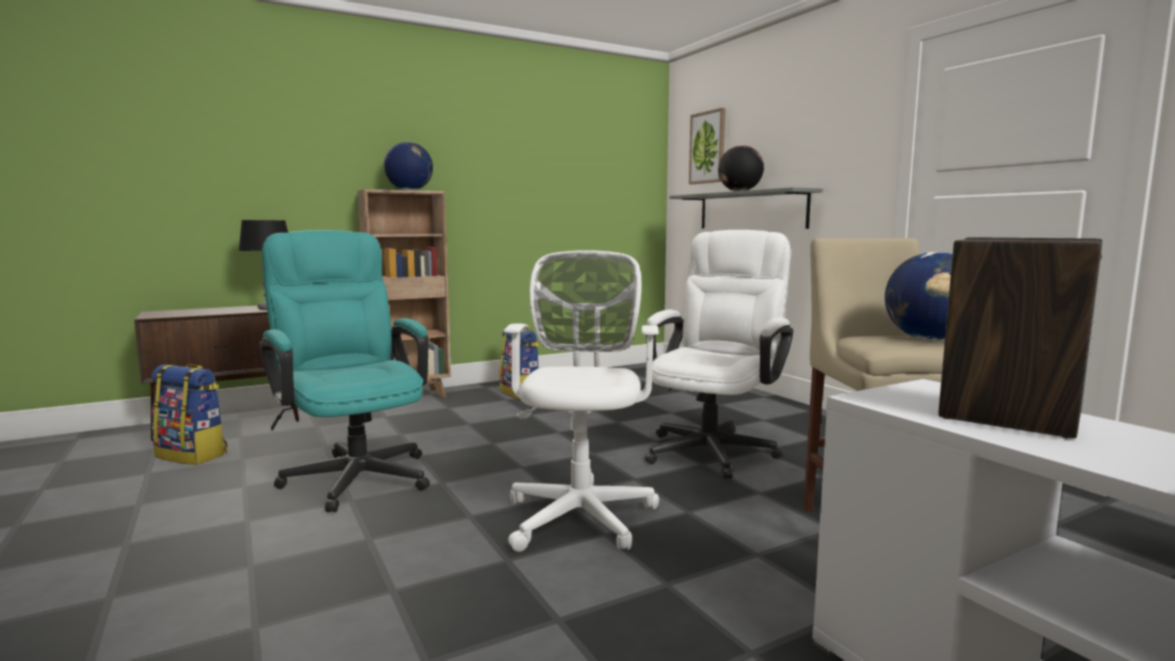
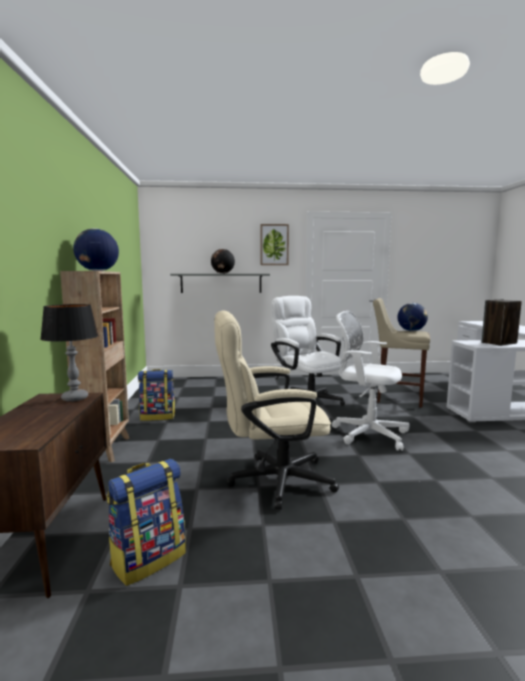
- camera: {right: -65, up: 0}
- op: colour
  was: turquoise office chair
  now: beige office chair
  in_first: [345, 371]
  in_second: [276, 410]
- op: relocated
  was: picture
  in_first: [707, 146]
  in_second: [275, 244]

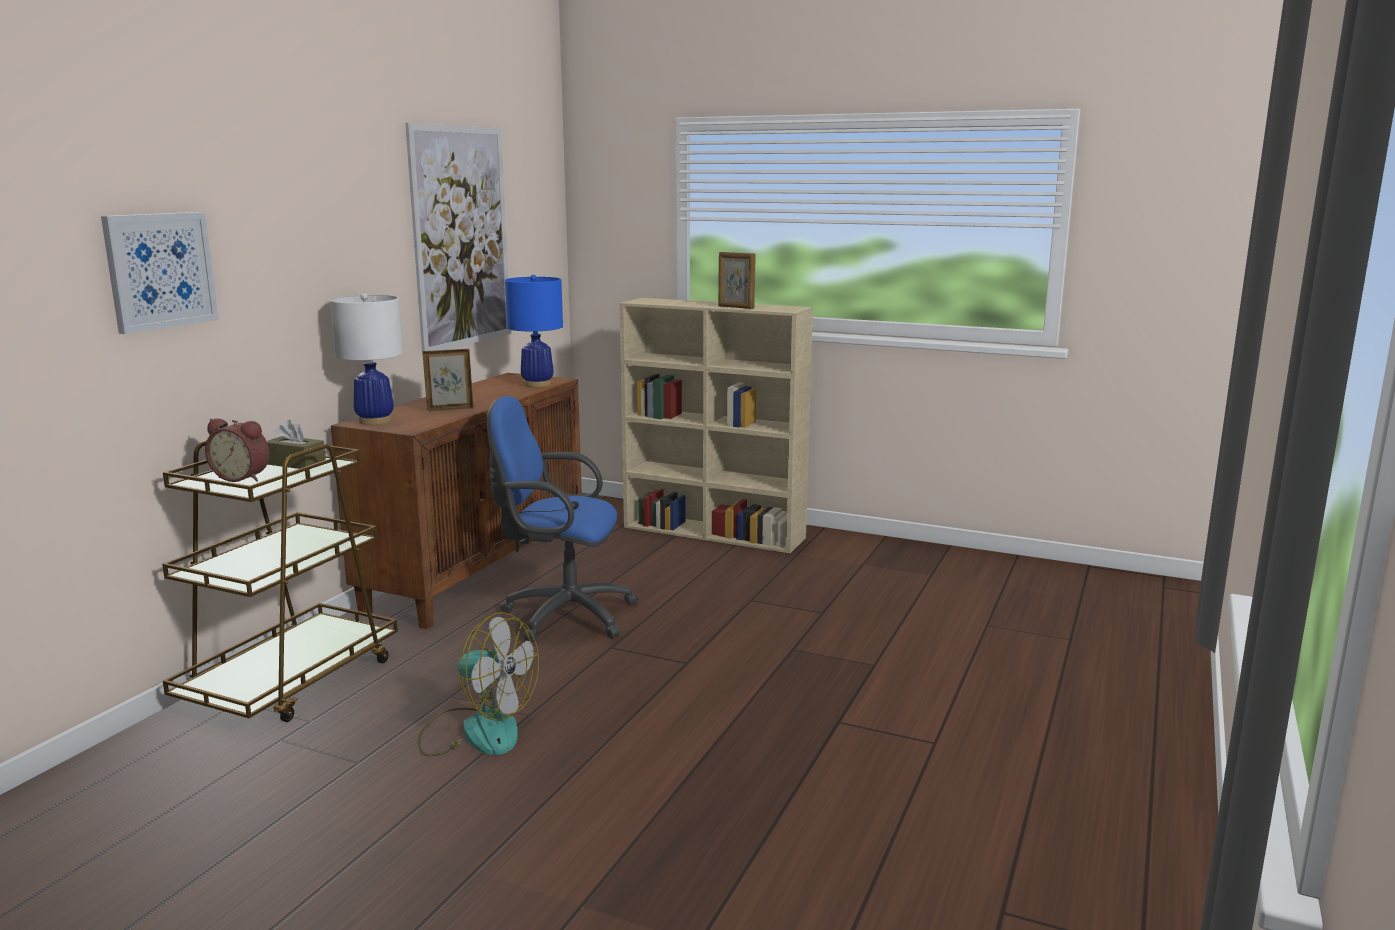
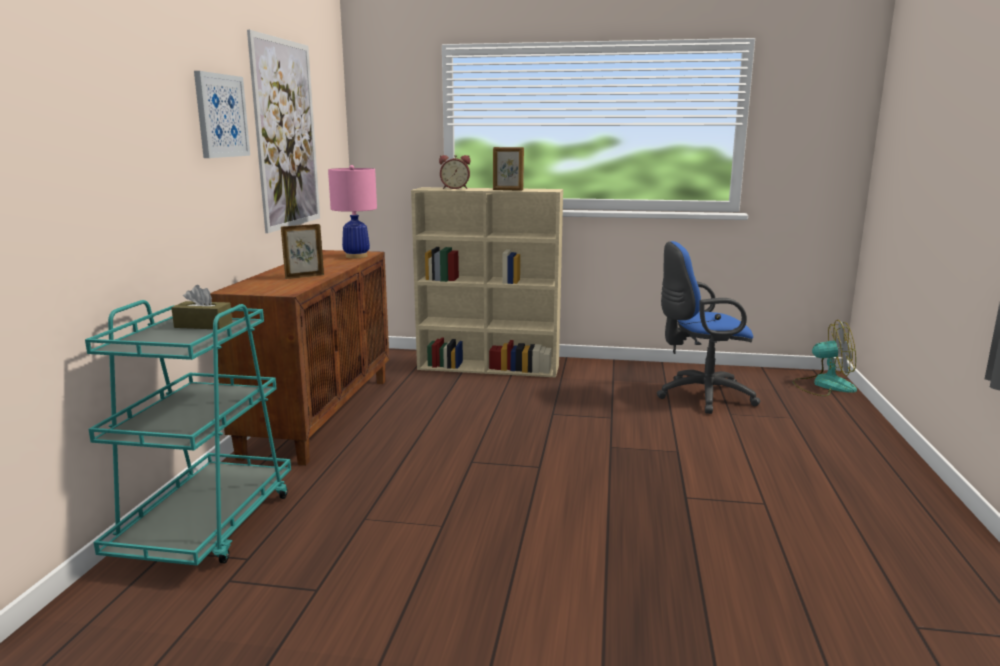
- camera: {right: -15, up: 0}
- op: colour
  was: brown cart
  now: turquoise cart
  in_first: [280, 581]
  in_second: [188, 432]
- op: relocated
  was: picture
  in_first: [160, 273]
  in_second: [222, 114]
- op: colour
  was: blue table lamp
  now: pink table lamp
  in_first: [534, 331]
  in_second: [352, 211]
- op: relocated
  was: alarm clock
  in_first: [237, 450]
  in_second: [454, 172]
- op: relocated
  was: blue office chair
  in_first: [562, 519]
  in_second: [708, 327]
- op: relocated
  was: fan
  in_first: [478, 684]
  in_second: [825, 358]
- op: missing
  was: white table lamp
  in_first: [366, 359]

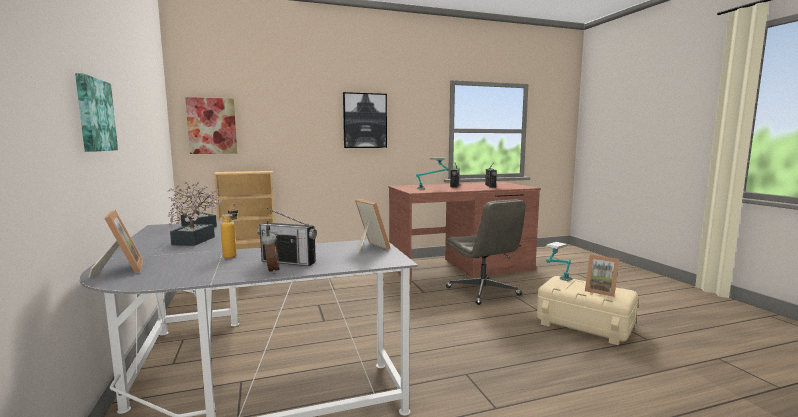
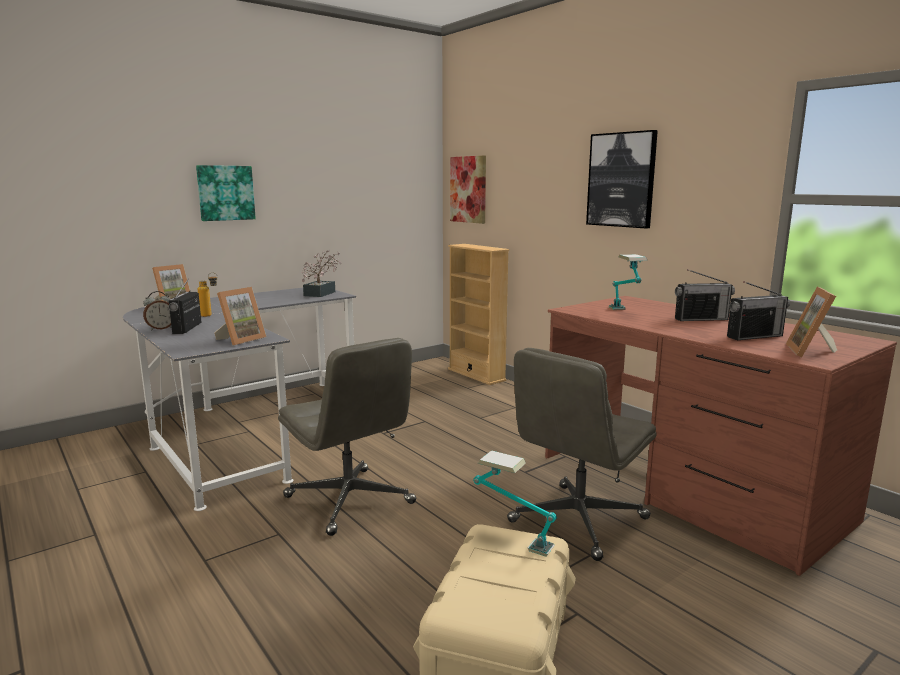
- camera: {right: 70, up: 5}
- op: appeared
  now: grey office chair
  in_second: [347, 437]
- op: relocated
  was: picture frame
  in_first: [602, 276]
  in_second: [811, 322]
- op: missing
  was: potted plant
  in_first: [195, 216]

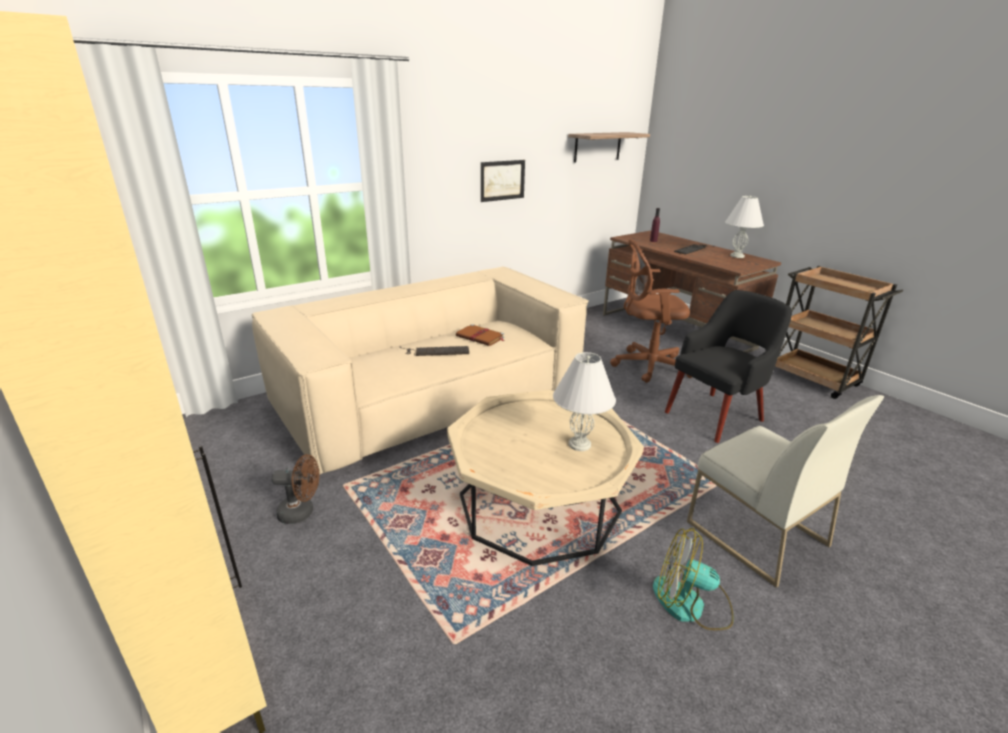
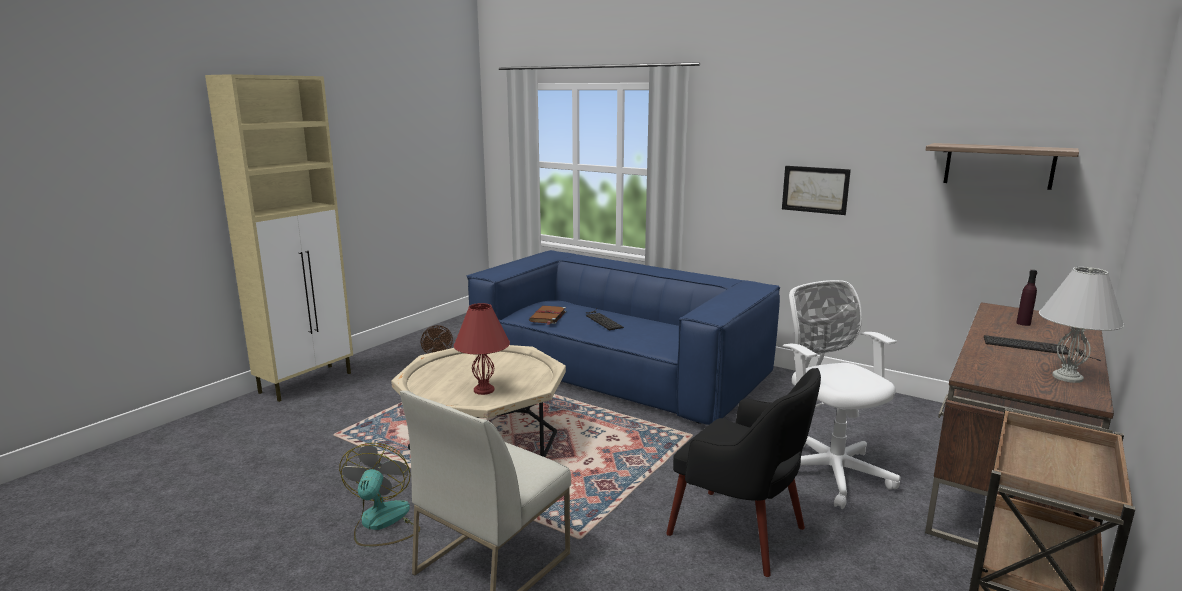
- camera: {right: 70, up: -10}
- op: colour
  was: white table lamp
  now: red table lamp
  in_first: [584, 401]
  in_second: [482, 349]
- op: colour
  was: beige sofa
  now: blue sofa
  in_first: [420, 370]
  in_second: [623, 337]
- op: relocated
  was: brown book
  in_first: [480, 335]
  in_second: [547, 315]
- op: colour
  was: brown office chair
  now: white office chair
  in_first: [651, 311]
  in_second: [842, 394]

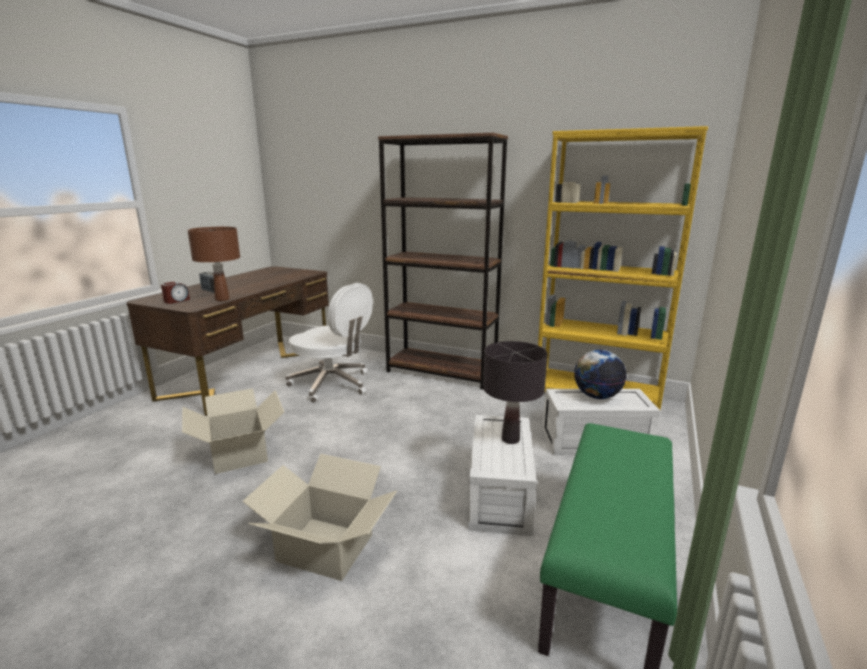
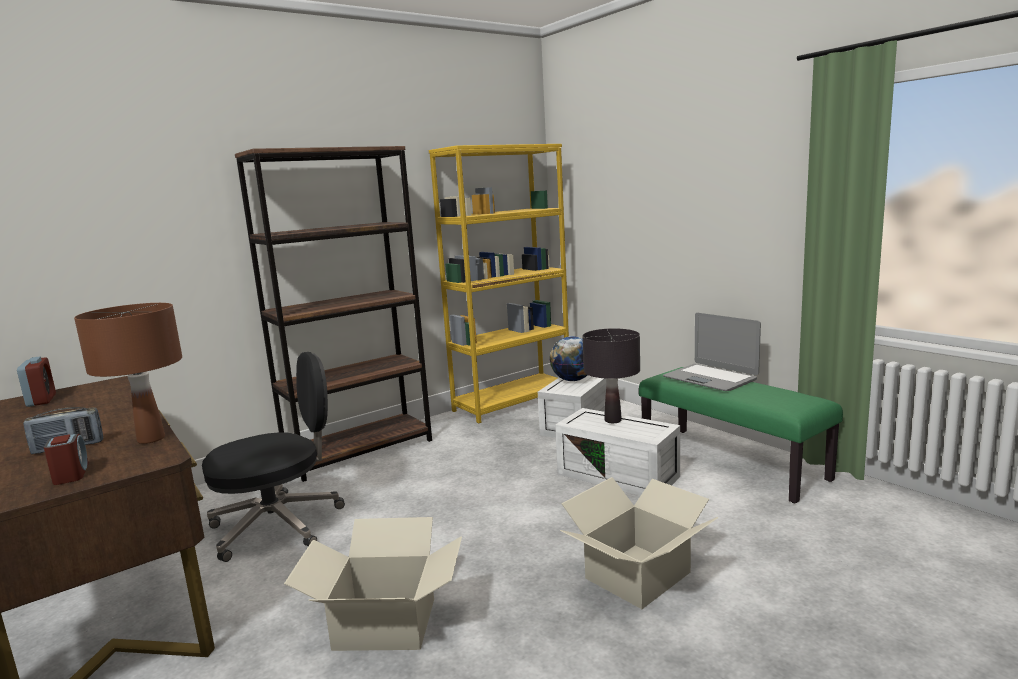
- camera: {right: -60, up: -5}
- op: appeared
  now: alarm clock
  in_second: [36, 381]
- op: colour
  was: white office chair
  now: black office chair
  in_first: [329, 343]
  in_second: [273, 457]
- op: appeared
  now: laptop
  in_second: [712, 352]

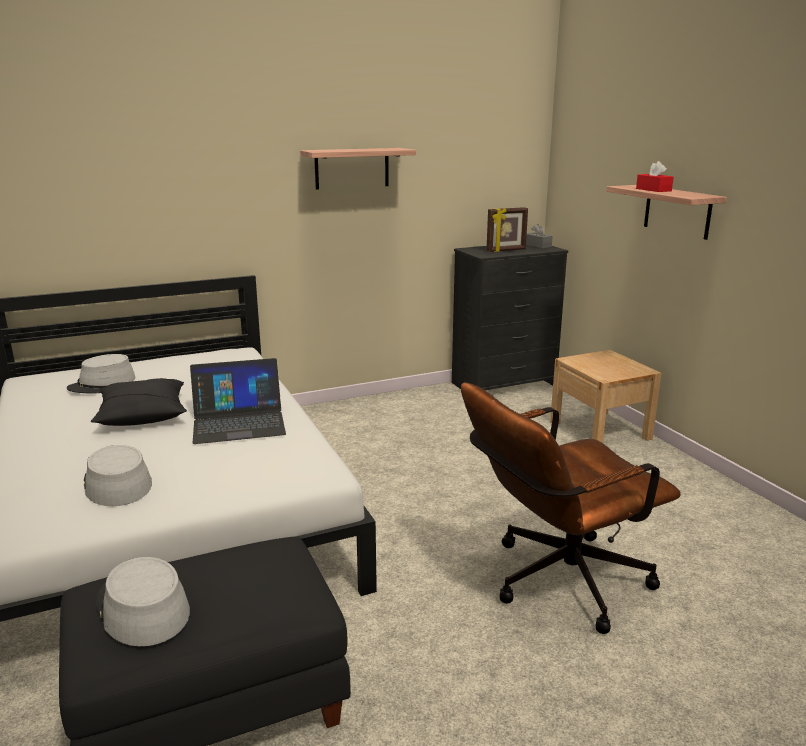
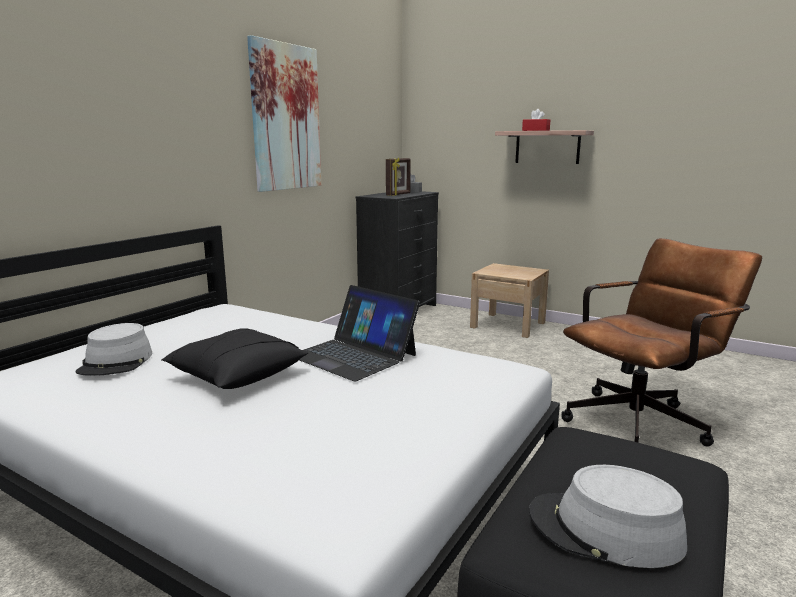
- camera: {right: -35, up: -5}
- op: exchanged
  was: shelf
  now: picture
  in_first: [358, 169]
  in_second: [284, 113]
- op: spun
  was: laptop
  in_first: [238, 401]
  in_second: [359, 333]
  clockwise: 90
- op: spun
  was: brown office chair
  in_first: [571, 508]
  in_second: [661, 342]
  clockwise: -150
- op: missing
  was: grey hat
  in_first: [118, 475]

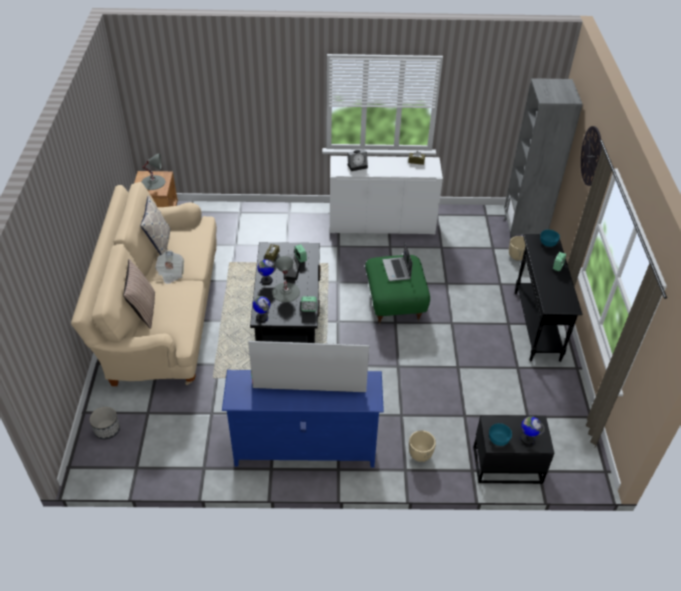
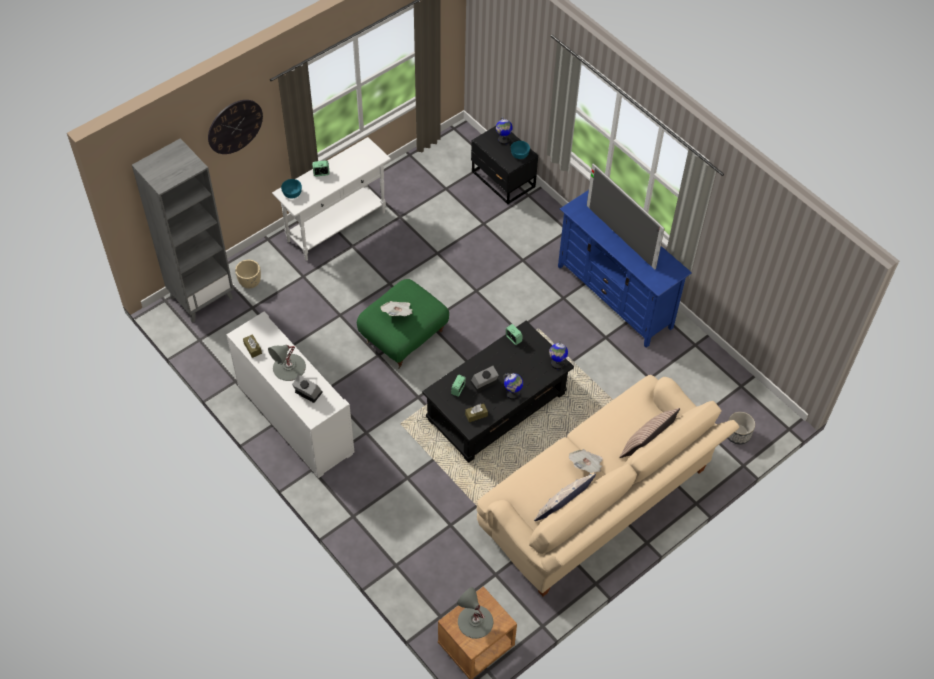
- camera: {right: -130, up: 10}
- op: relocated
  was: grey table lamp
  in_first: [286, 279]
  in_second: [287, 363]
- op: colour
  was: black console table
  now: white console table
  in_first: [548, 298]
  in_second: [331, 199]
- op: exchanged
  was: laptop
  now: newspaper
  in_first: [397, 262]
  in_second: [397, 308]
- op: missing
  was: beige planter
  in_first: [422, 446]

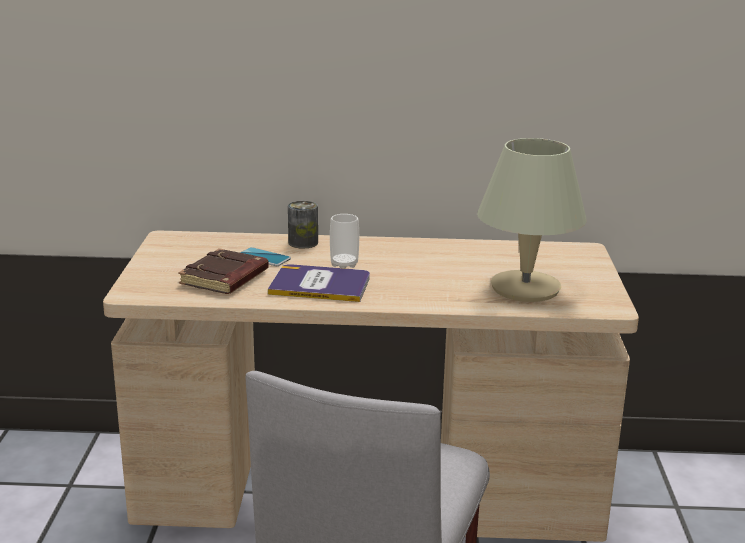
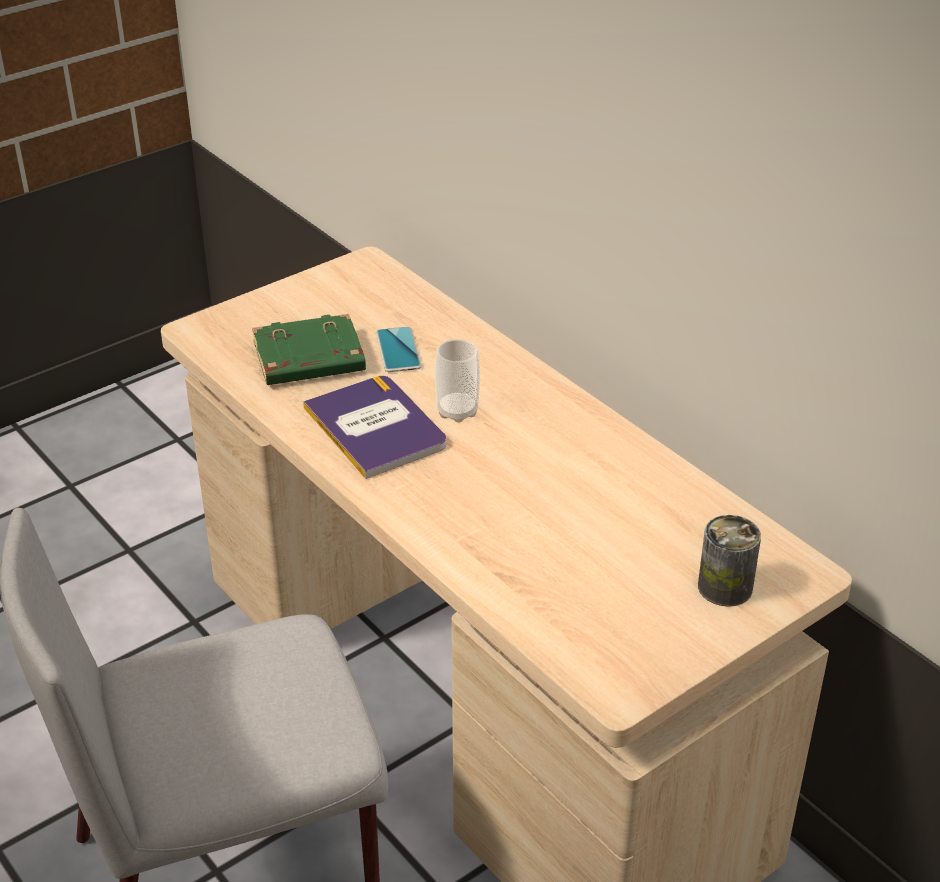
- camera: {right: 50, up: 15}
- op: colour
  was: brown book
  now: green book
  in_first: [223, 271]
  in_second: [309, 349]
- op: relocated
  was: can
  in_first: [303, 225]
  in_second: [729, 561]
- op: missing
  was: beige table lamp
  in_first: [532, 220]

